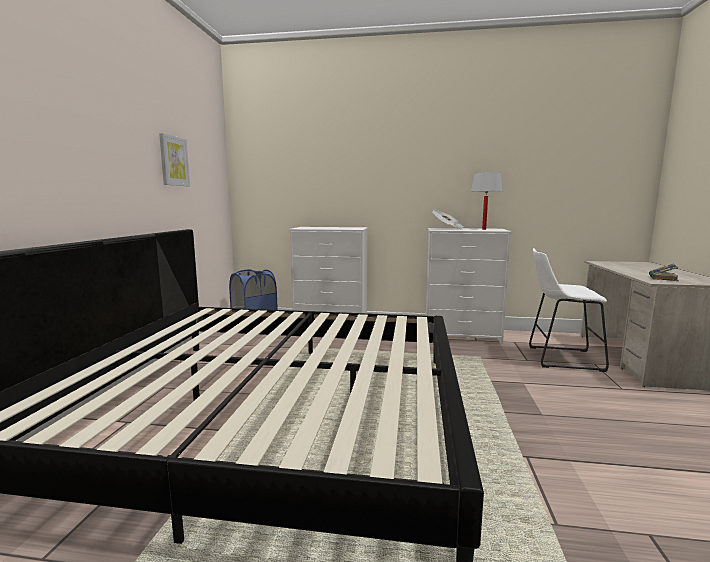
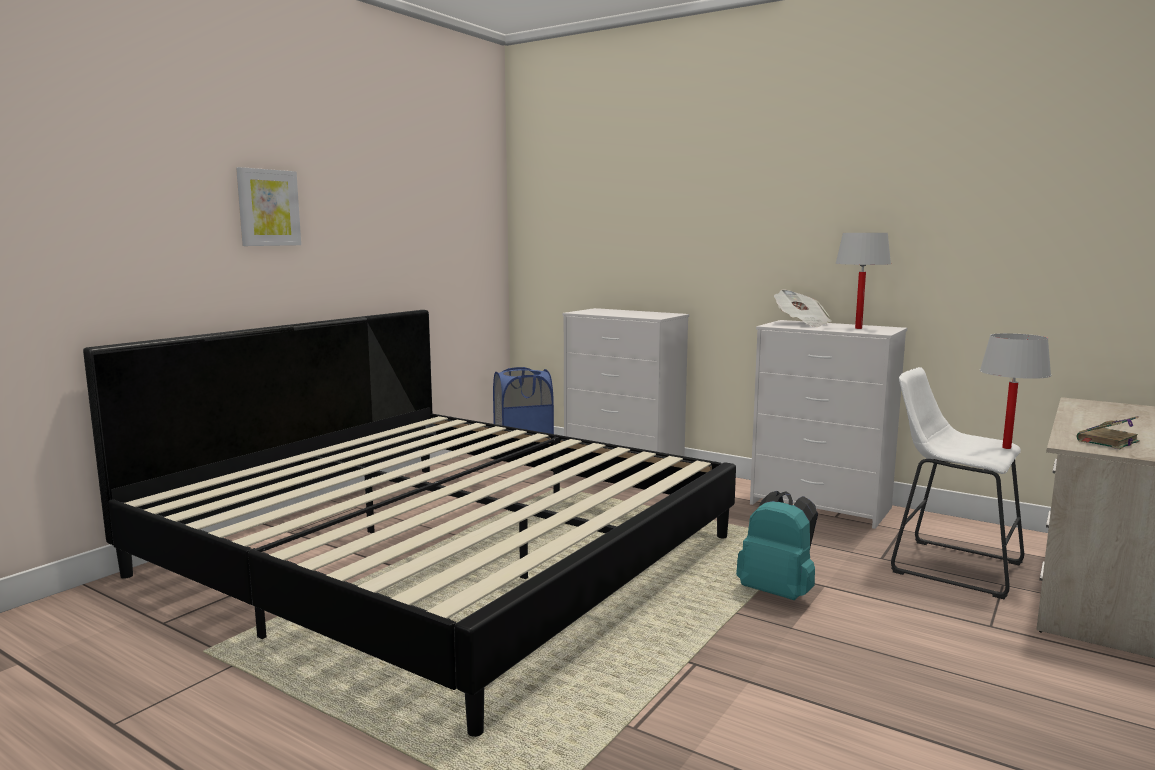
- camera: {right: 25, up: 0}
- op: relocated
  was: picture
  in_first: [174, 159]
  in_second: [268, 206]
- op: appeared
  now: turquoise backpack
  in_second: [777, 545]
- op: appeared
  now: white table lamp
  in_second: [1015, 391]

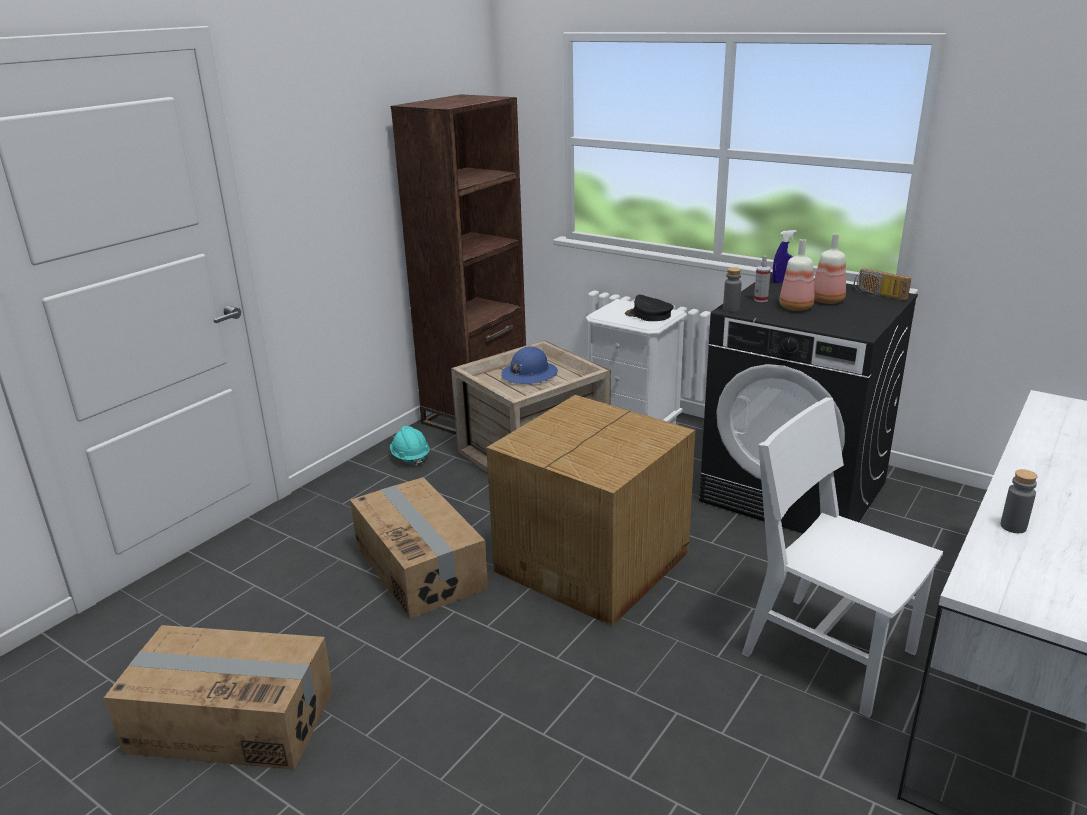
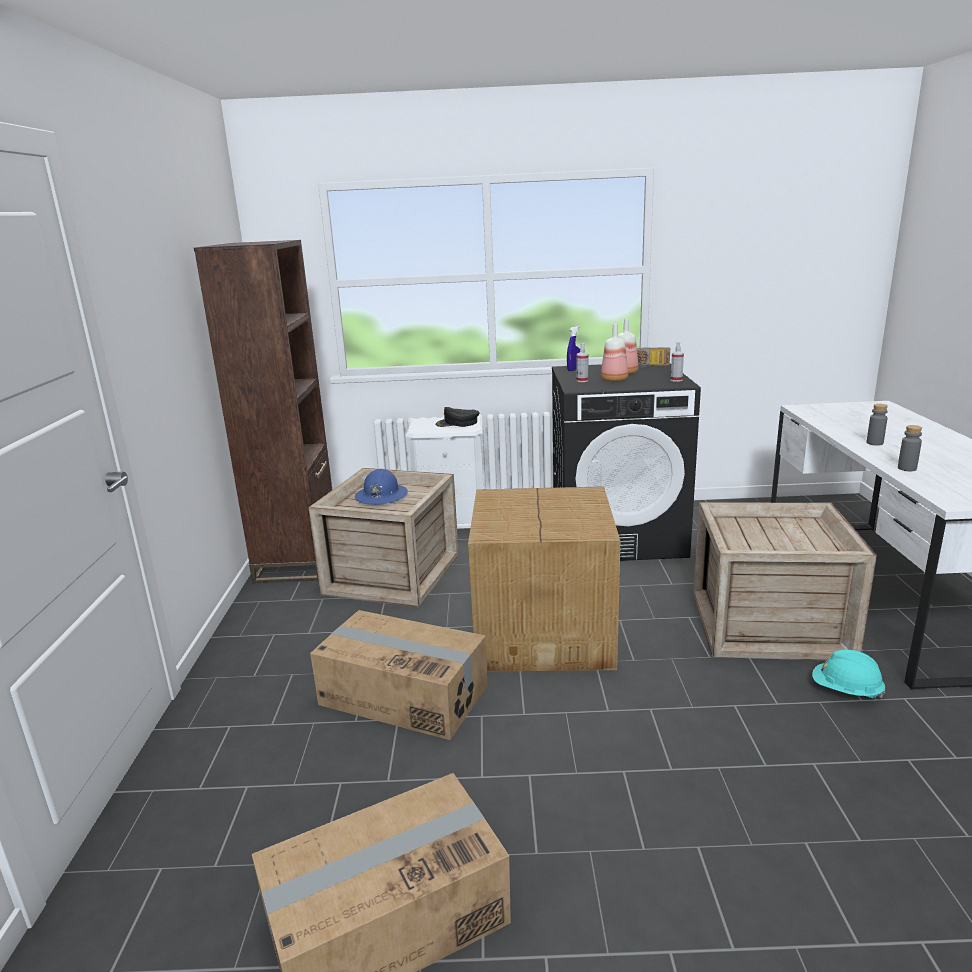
- camera: {right: -35, up: -5}
- op: appeared
  now: spray bottle
  in_second: [677, 362]
- op: exchanged
  was: white chair
  now: crate
  in_first: [842, 557]
  in_second: [785, 581]
- op: relocated
  was: turquoise hard hat
  in_first: [410, 446]
  in_second: [848, 674]
- op: relocated
  was: grey bottle
  in_first: [732, 289]
  in_second: [877, 425]

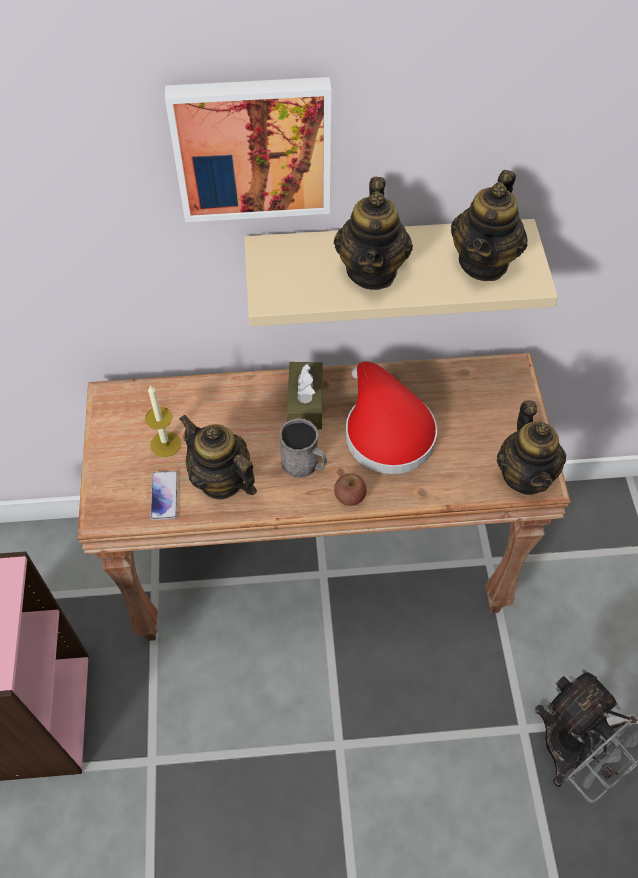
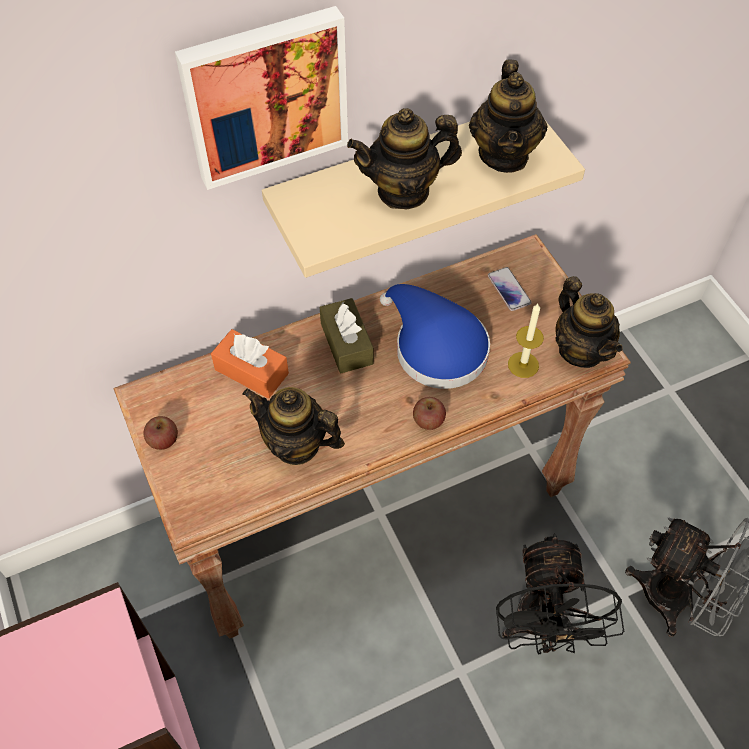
- camera: {right: -20, up: 0}
- op: appeared
  now: apple
  in_second: [161, 433]
- op: appeared
  now: orange tissue box
  in_second: [250, 363]
- op: spun
  was: teapot
  in_first: [373, 233]
  in_second: [404, 159]
  clockwise: 90
- op: colour
  was: red hat
  now: blue hat
  in_first: [391, 417]
  in_second: [435, 336]
- op: relocated
  was: phone
  in_first: [164, 495]
  in_second: [510, 289]
- op: appeared
  now: black fan
  in_second: [560, 593]
- op: relocated
  was: candle
  in_first: [163, 421]
  in_second: [526, 341]
- op: missing
  was: grey mug
  in_first: [303, 448]

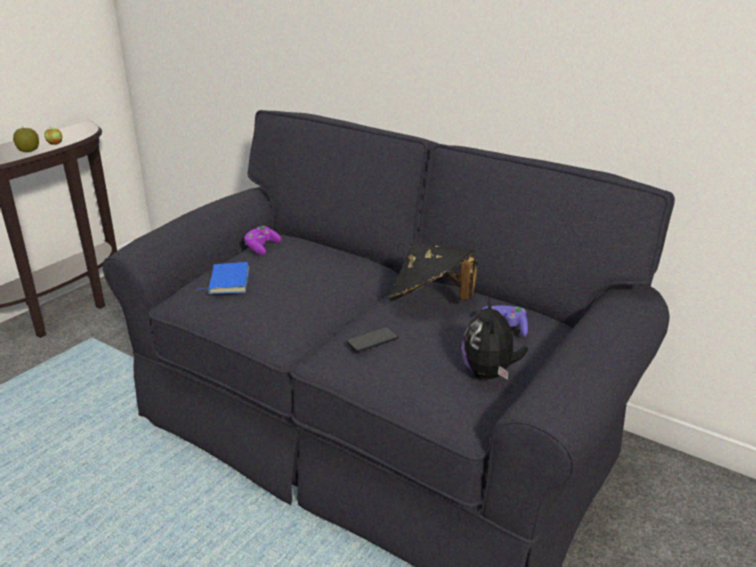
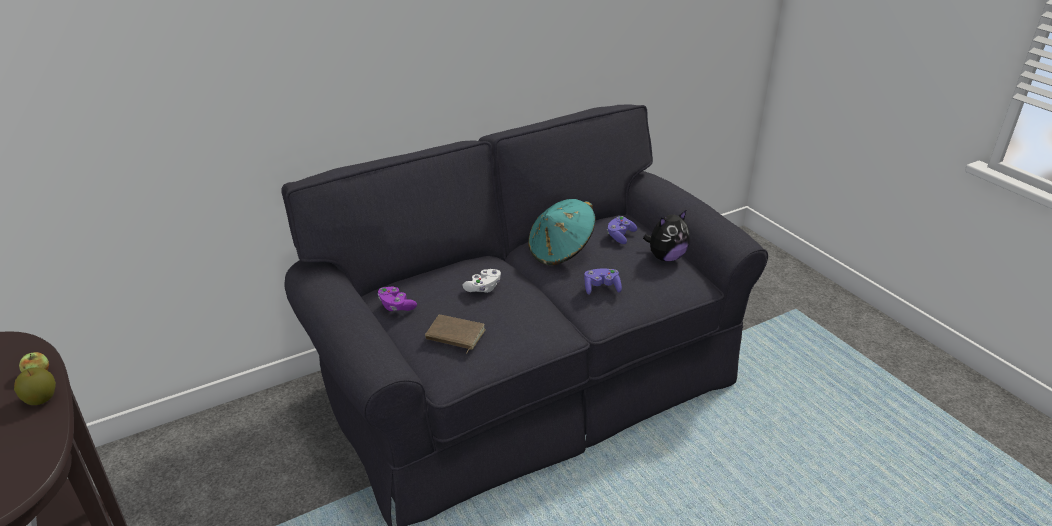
- camera: {right: -65, up: 5}
- op: colour
  was: blue book
  now: brown book
  in_first: [223, 278]
  in_second: [455, 334]
- op: appeared
  now: white game controller
  in_second: [481, 281]
- op: colour
  was: black hat
  now: turquoise hat
  in_first: [433, 271]
  in_second: [561, 232]
- op: exchanged
  was: phone
  now: purple game controller
  in_first: [372, 339]
  in_second: [603, 281]
- op: spun
  was: plush toy
  in_first: [494, 337]
  in_second: [666, 236]
  clockwise: -60

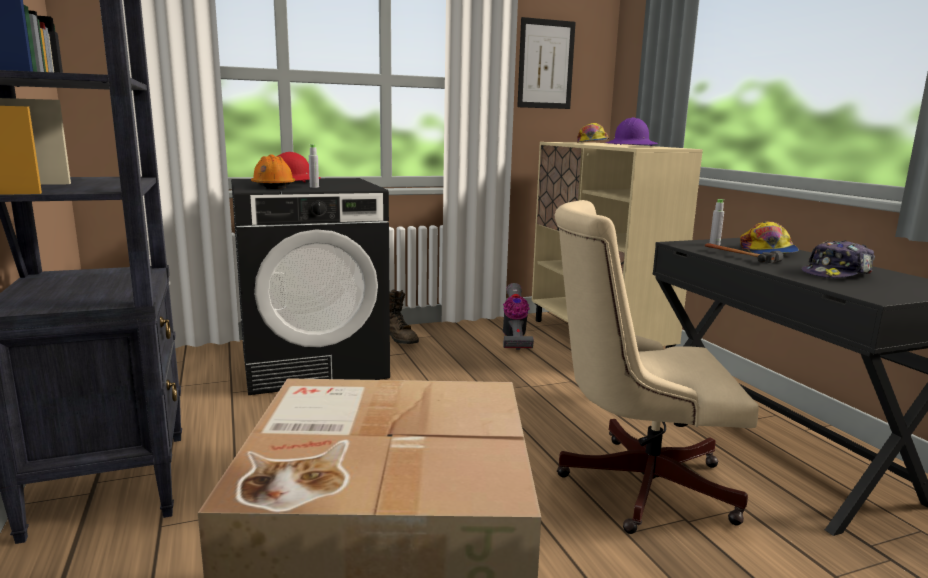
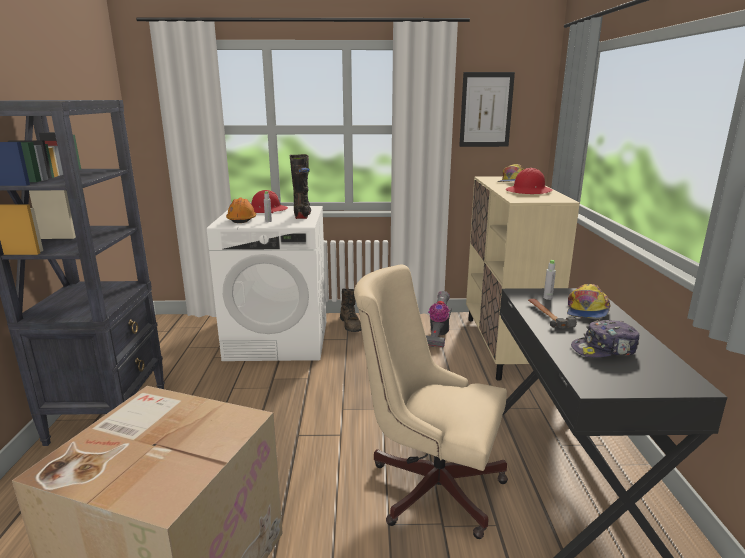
- camera: {right: 20, up: 5}
- op: colour
  was: black washing machine
  now: white washing machine
  in_first: [310, 286]
  in_second: [266, 283]
- op: appeared
  now: black boot
  in_second: [300, 186]
- op: colour
  was: purple hard hat
  now: red hard hat
  in_first: [631, 131]
  in_second: [529, 181]

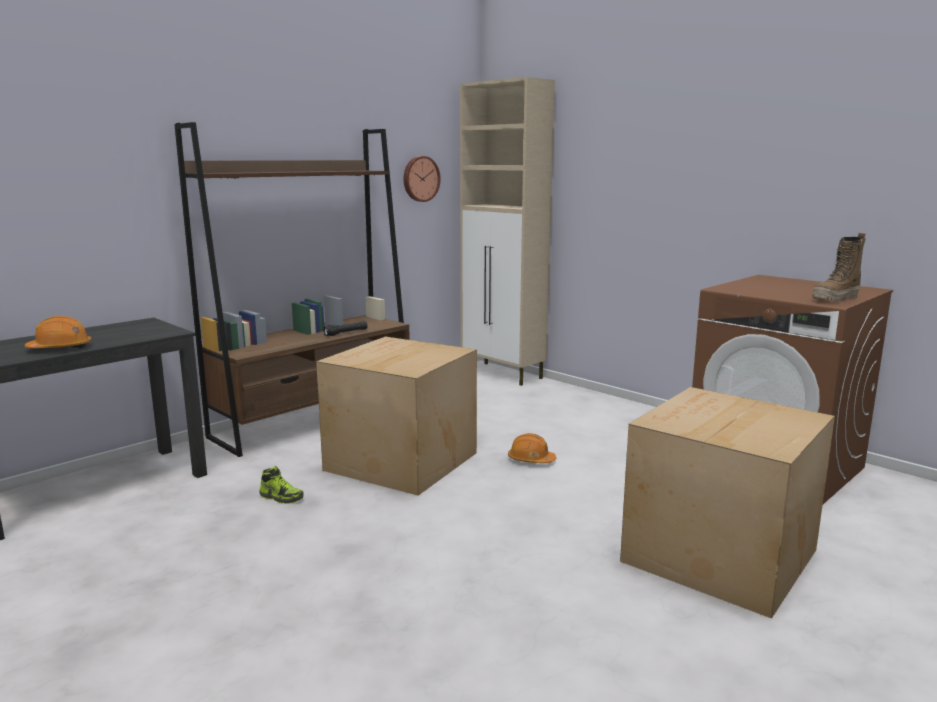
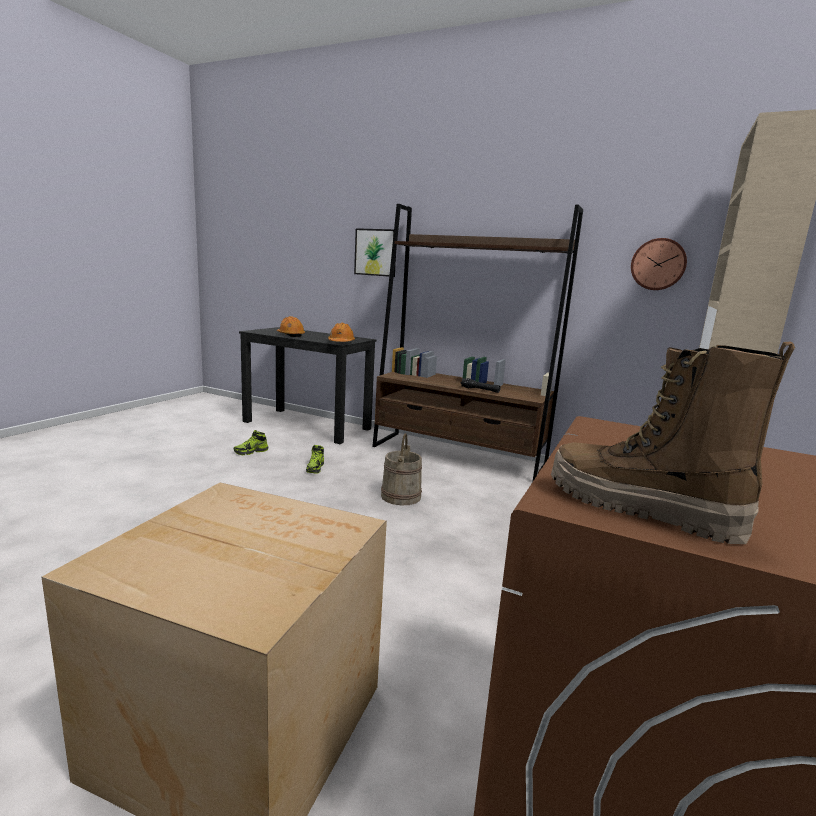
- camera: {right: 70, up: 0}
- op: appeared
  now: shoe
  in_second: [251, 442]
- op: relocated
  was: orange hard hat
  in_first: [532, 448]
  in_second: [341, 332]
- op: appeared
  now: picture
  in_second: [375, 252]
- op: exchanged
  was: cardboard box
  now: beige bucket
  in_first: [396, 416]
  in_second: [401, 469]

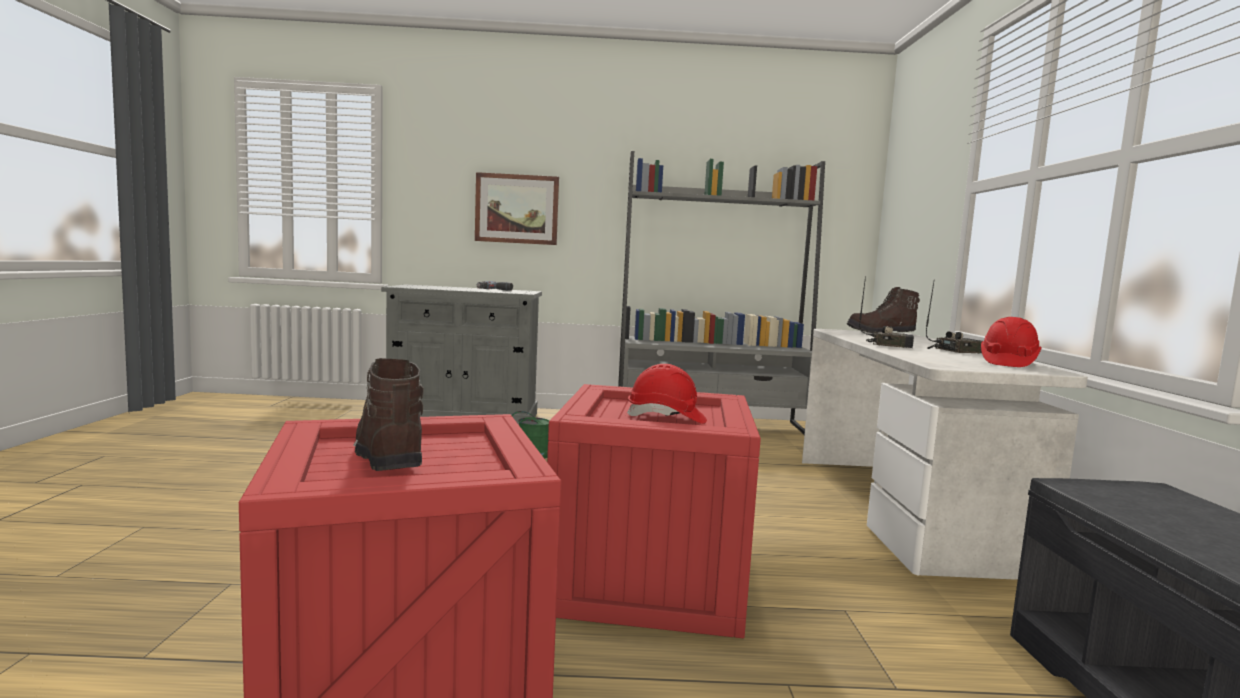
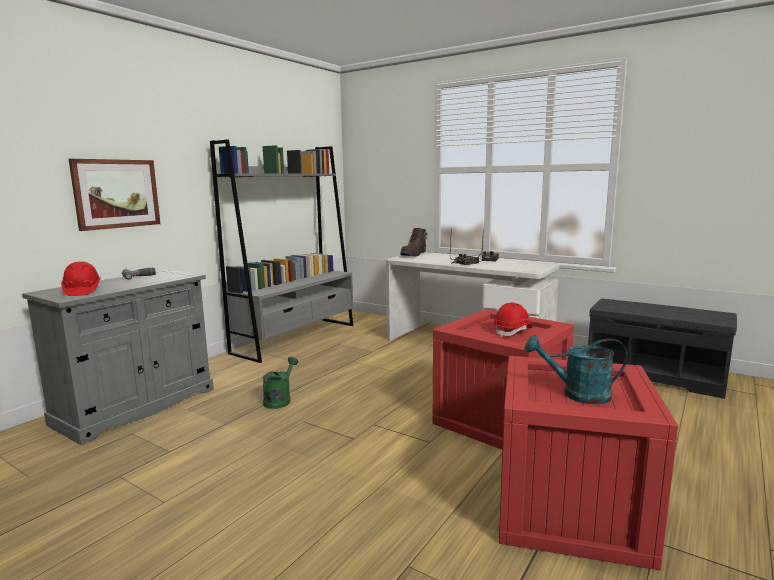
- camera: {right: -55, up: 5}
- op: relocated
  was: red hard hat
  in_first: [1011, 342]
  in_second: [81, 278]
- op: exchanged
  was: brown boot
  now: turquoise watering can
  in_first: [388, 414]
  in_second: [576, 369]

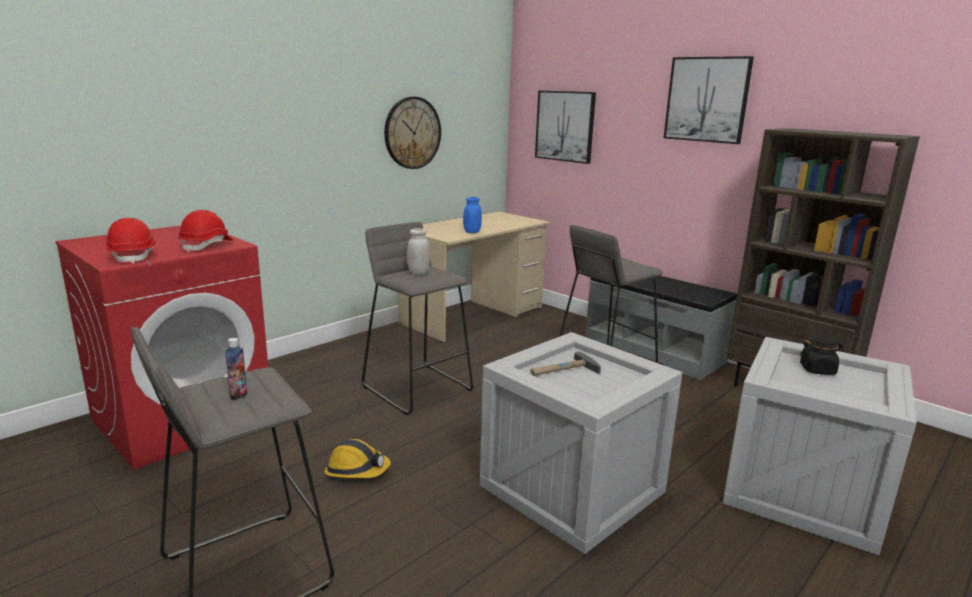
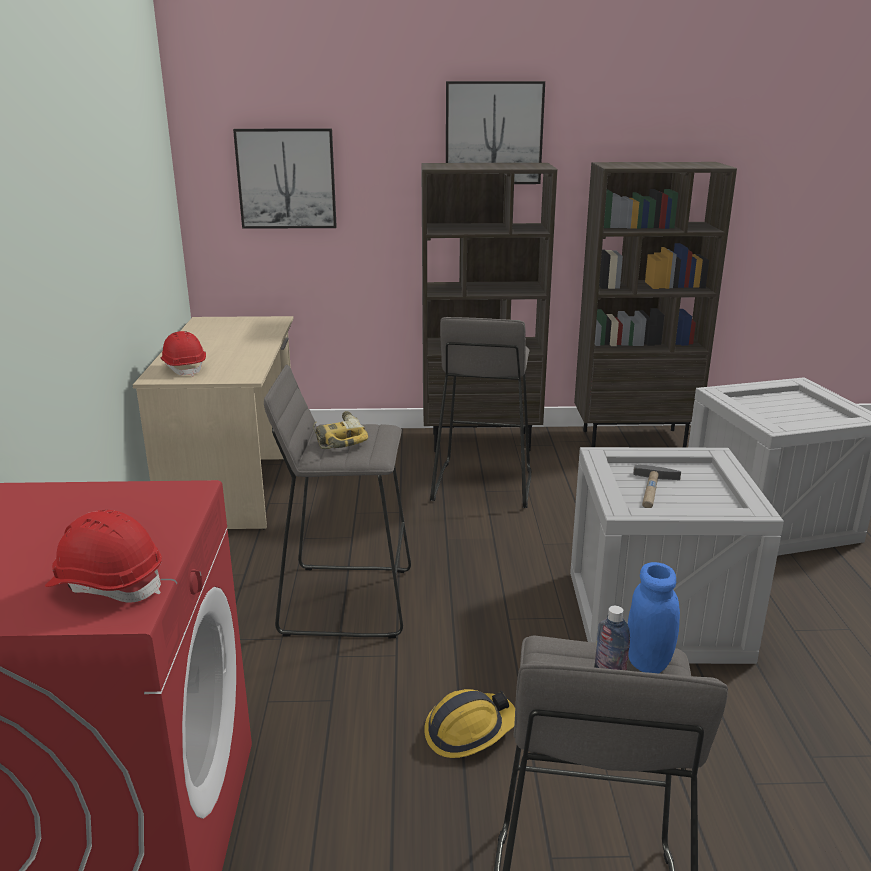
- camera: {right: -45, up: 5}
- op: relocated
  was: red hard hat
  in_first: [205, 231]
  in_second: [183, 353]
- op: exchanged
  was: white jar
  now: power drill
  in_first: [418, 251]
  in_second: [340, 430]
- op: exchanged
  was: grey bench
  now: brown bookcase
  in_first: [661, 328]
  in_second: [489, 307]
- op: relocated
  was: blue jar
  in_first: [472, 215]
  in_second: [654, 617]
- op: missing
  was: wall clock
  in_first: [412, 132]
- op: missing
  was: black jar
  in_first: [822, 355]

